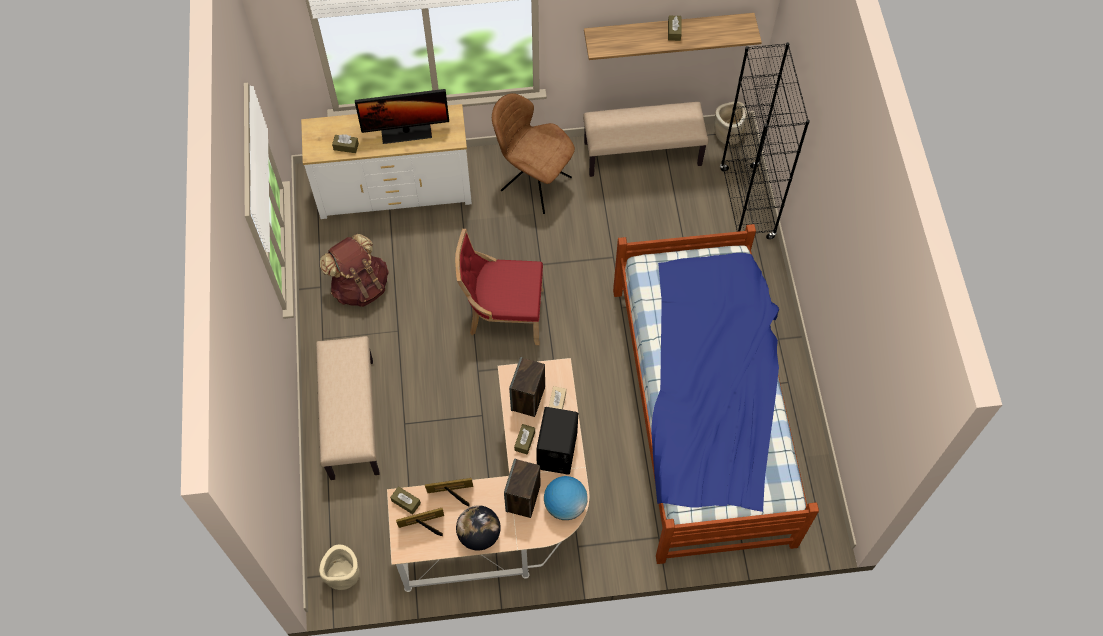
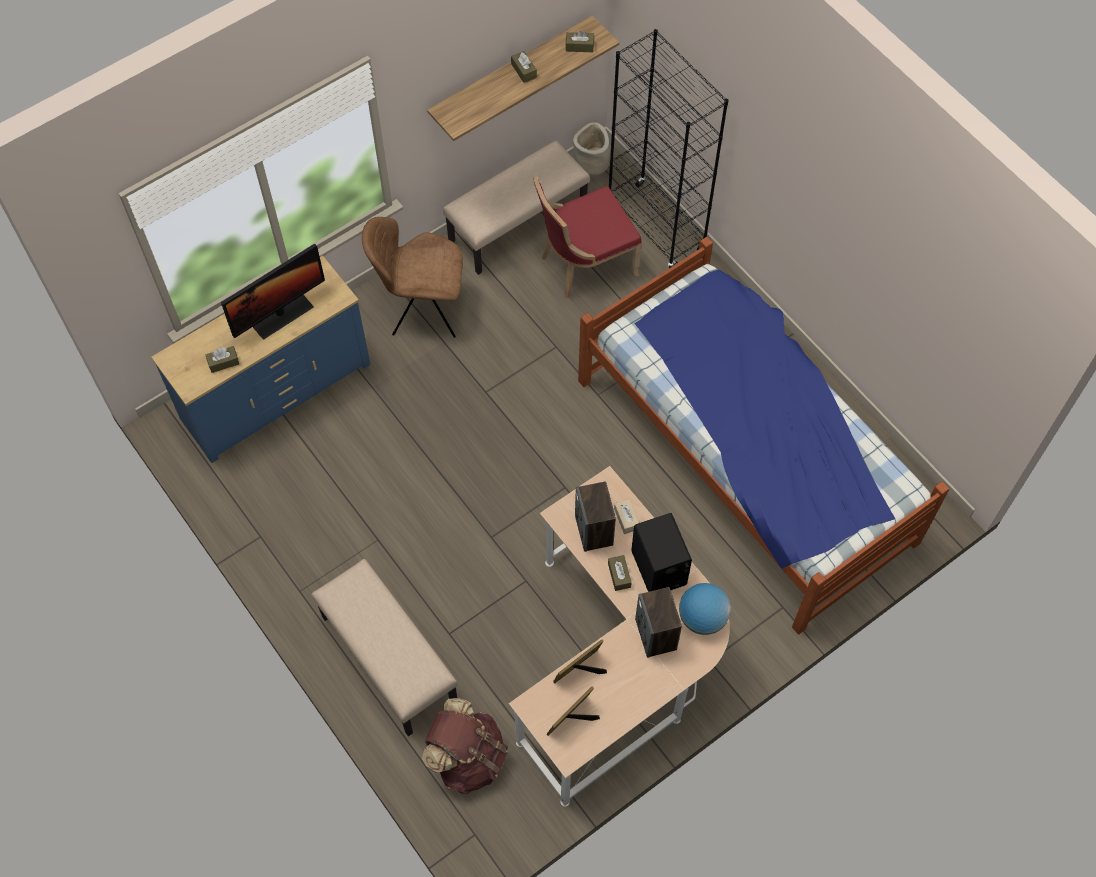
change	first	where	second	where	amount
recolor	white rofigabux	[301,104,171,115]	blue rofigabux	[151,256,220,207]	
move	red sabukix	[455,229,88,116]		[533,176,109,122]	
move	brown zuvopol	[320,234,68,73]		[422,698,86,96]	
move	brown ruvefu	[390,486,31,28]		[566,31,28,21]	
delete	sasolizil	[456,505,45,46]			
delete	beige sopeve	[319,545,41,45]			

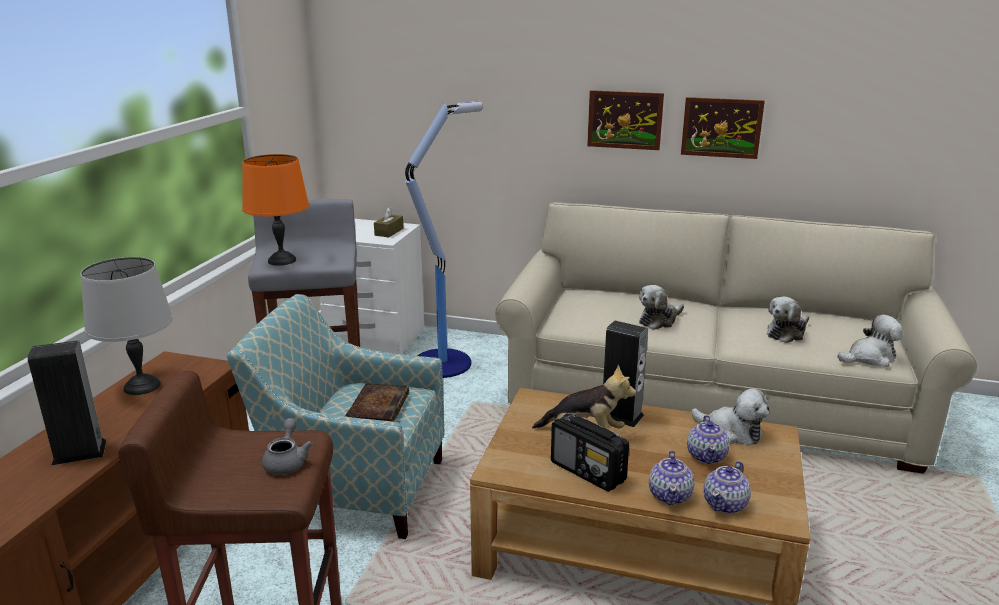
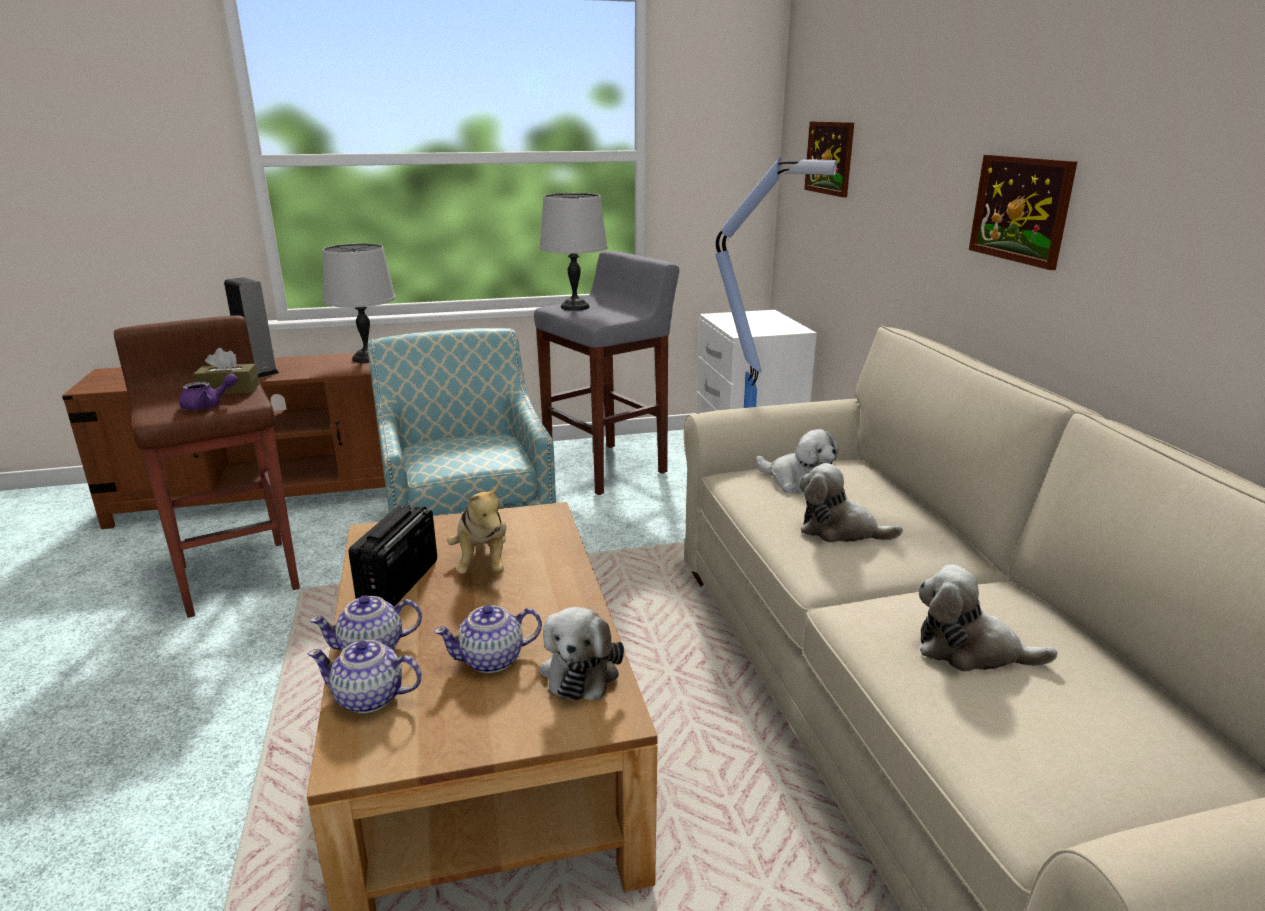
change	first	where	second	where	amount
move	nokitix	[681,97,84,62]		[804,121,50,77]	
recolor	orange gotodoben	[242,154,67,112]	grey gotodoben	[539,193,69,118]	
move	brown ruvefu	[374,207,30,30]		[193,348,66,46]	
move	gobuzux	[837,315,66,52]		[756,429,83,66]	
delete	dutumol	[603,321,45,106]			
delete	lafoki	[345,383,64,39]			
recolor	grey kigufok	[262,418,51,57]	purple kigufok	[179,373,59,37]	

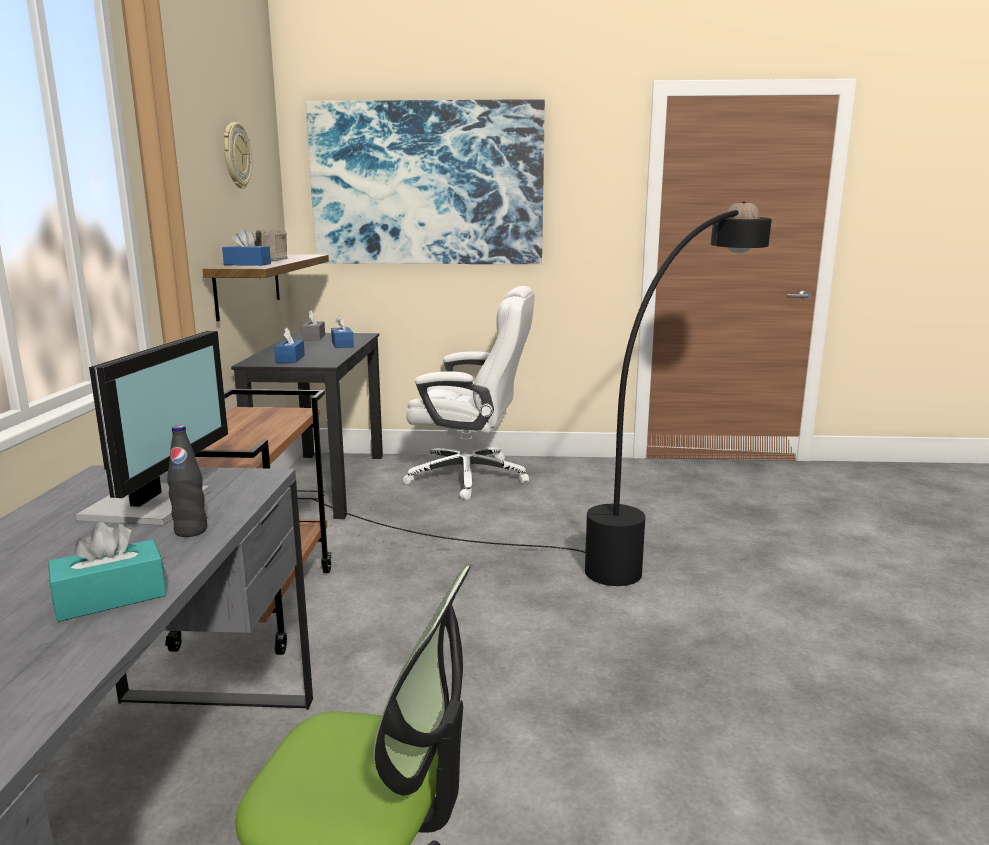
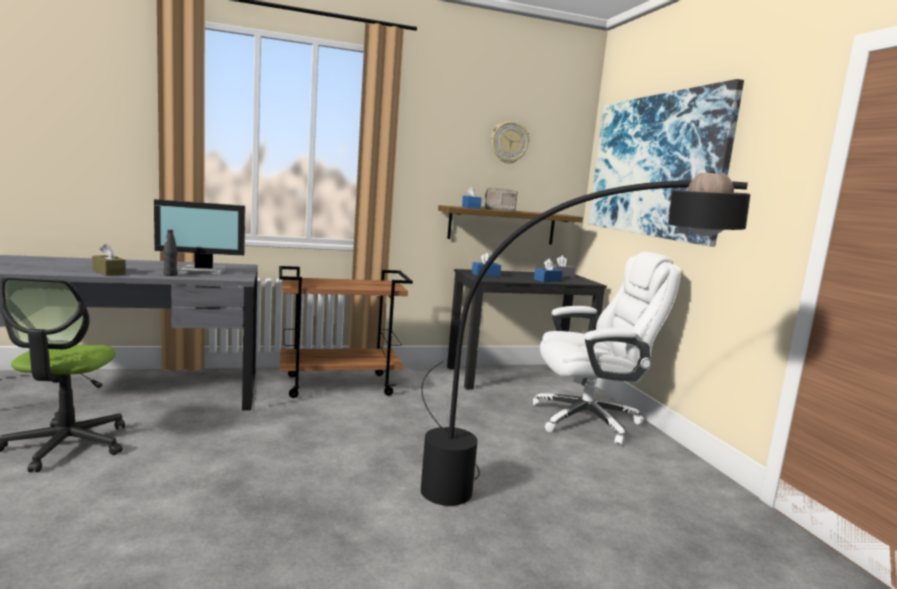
change	first	where	second	where	amount
rotate	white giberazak	[403,286,132,214]		[533,252,148,193]	90 degrees counterclockwise
recolor	turquoise ruvefu	[48,522,119,100]	brown ruvefu	[92,243,34,33]	

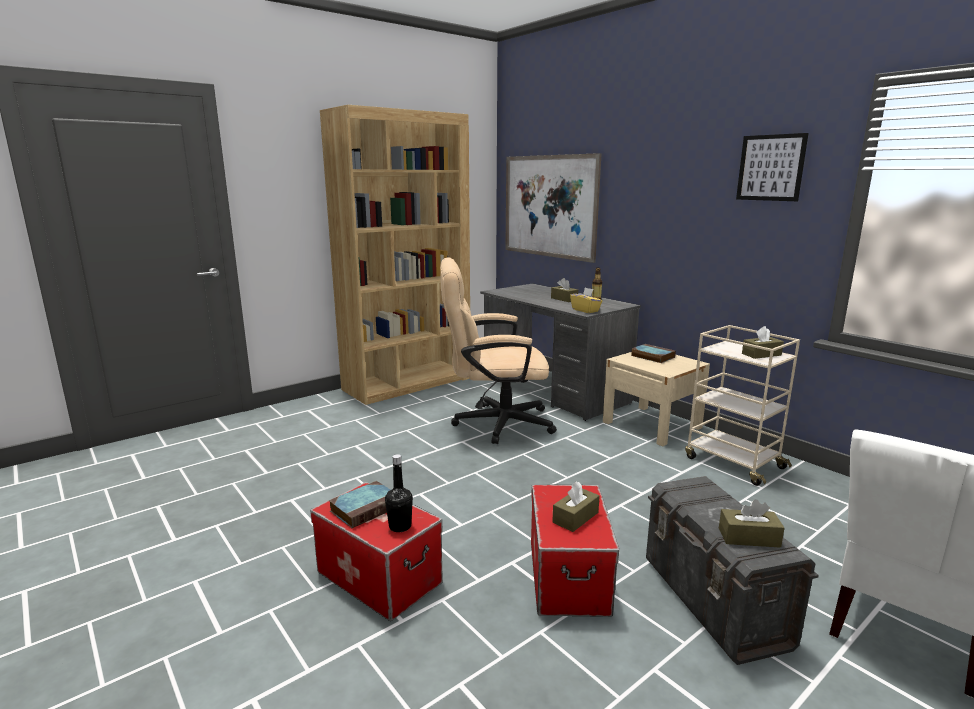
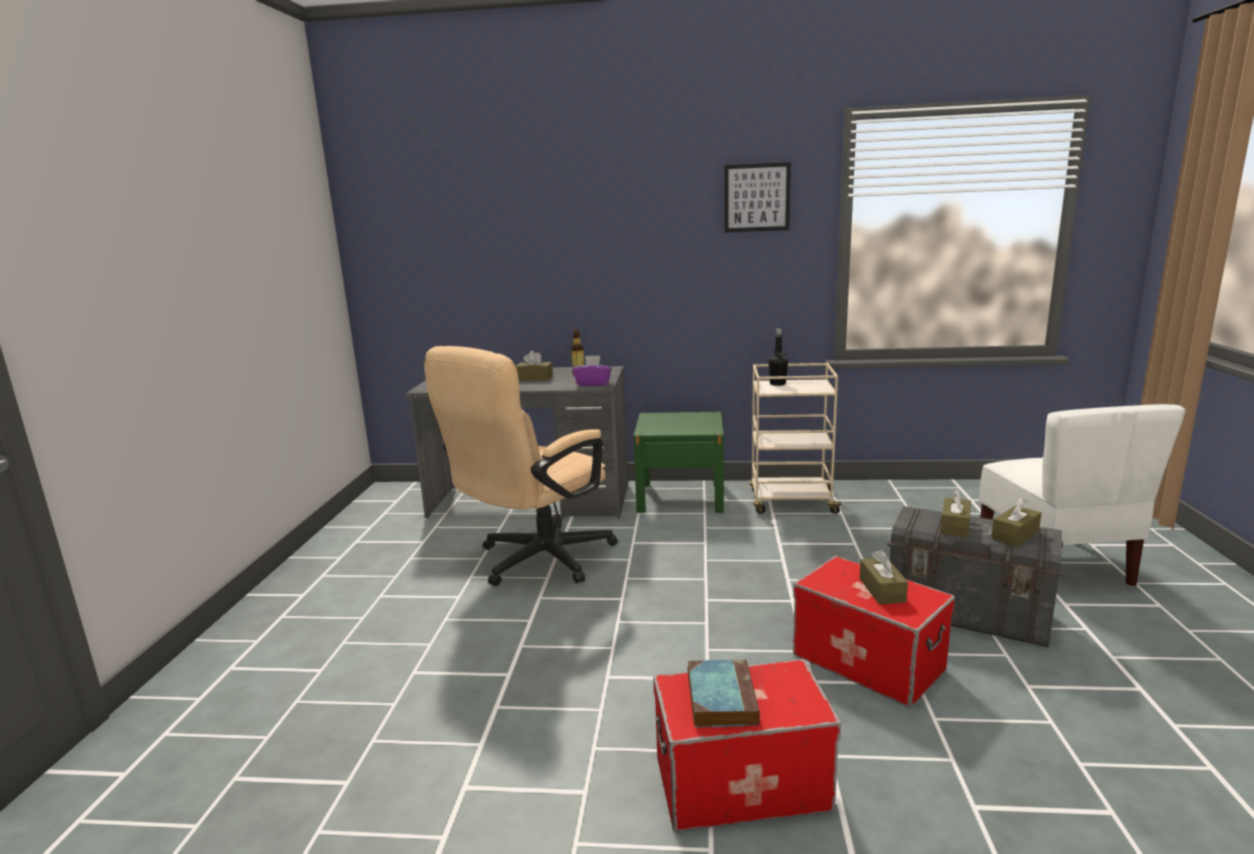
change	first	where	second	where	amount
delete	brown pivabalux	[320,105,150,300]			
delete	nokitix	[505,153,97,110]			
recolor	yellow ruvefu	[570,288,33,25]	purple ruvefu	[573,355,39,31]	
move	brown ruvefu	[742,326,42,33]		[940,488,31,49]	
delete	lafoki	[631,344,45,19]			
recolor	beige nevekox	[603,352,107,94]	green nevekox	[633,412,91,101]	
move	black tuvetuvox	[385,454,28,78]		[768,329,20,57]	

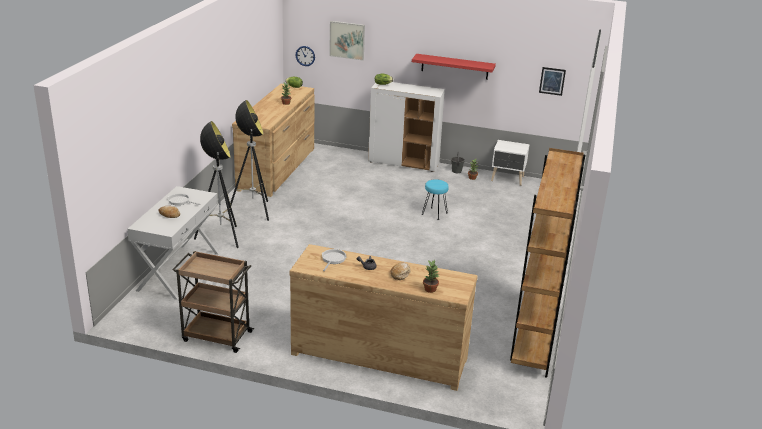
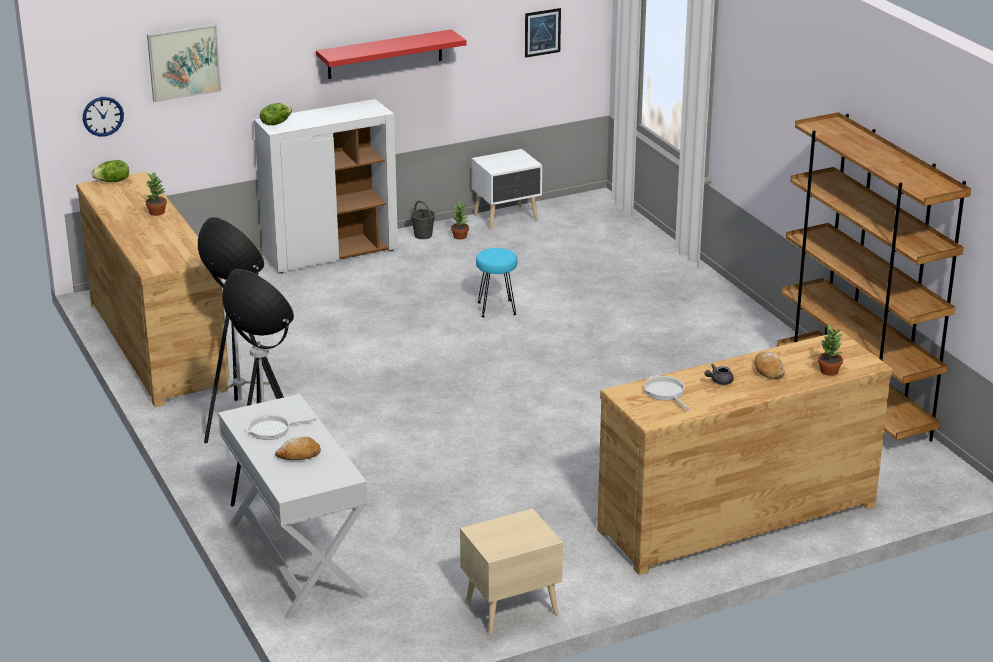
change	first	where	second	where	amount
replace	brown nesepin	[172,251,82,102]	beige nevekox	[460,509,103,125]	

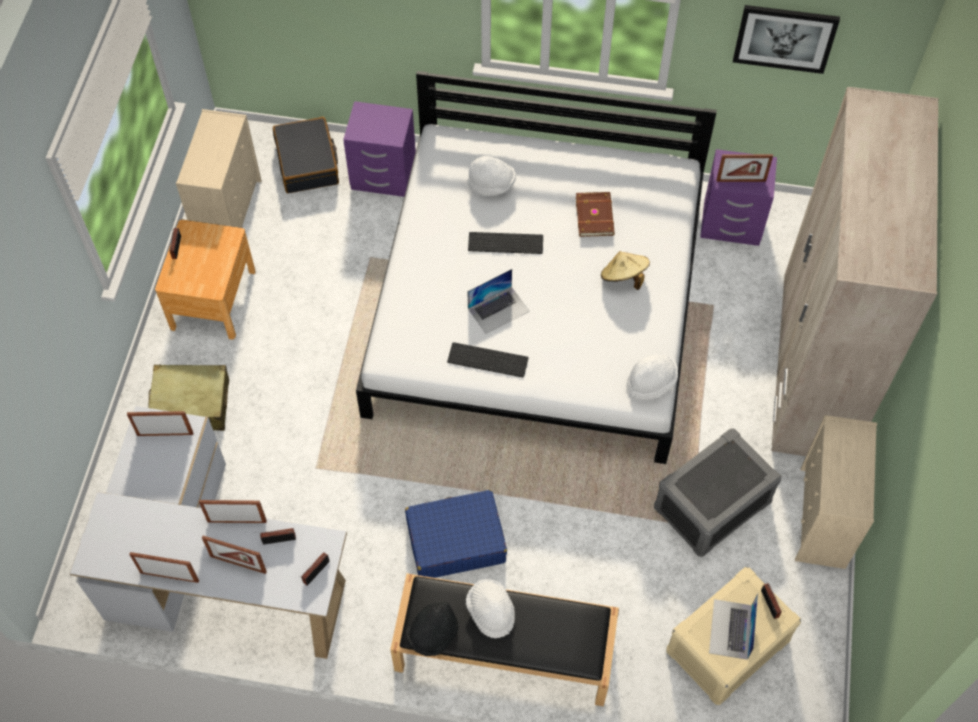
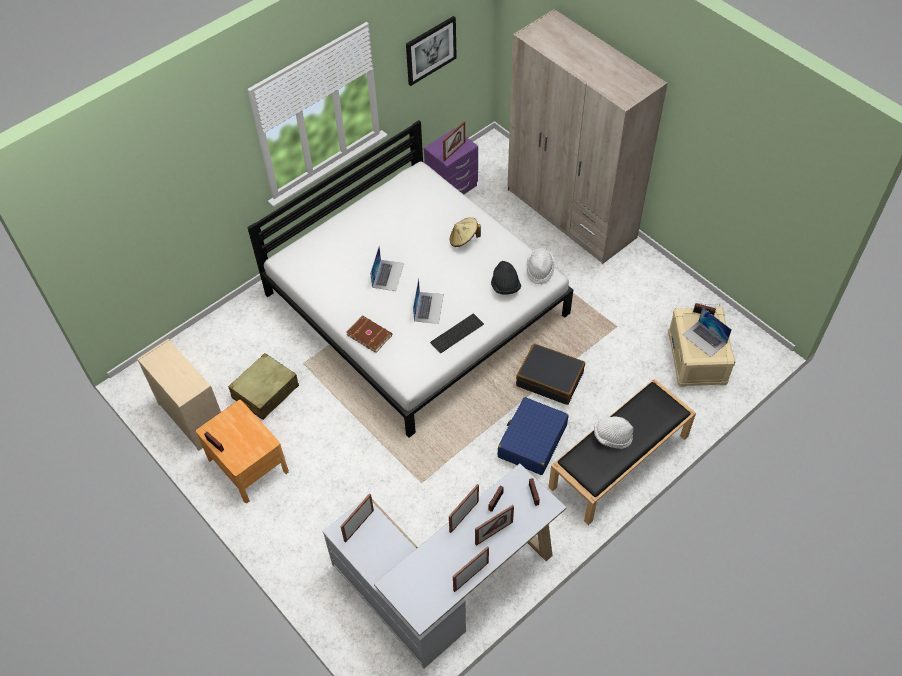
change	first	where	second	where	amount
delete	purple nevekox	[343,101,73,96]			
move	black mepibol	[273,117,66,76]		[516,344,69,61]	
delete	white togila	[467,156,49,40]			
move	brown lafoki	[576,192,39,45]		[347,315,45,38]	
replace	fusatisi	[468,232,75,22]	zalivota	[370,247,34,44]	
move	beige mepibol	[148,364,81,67]		[228,353,71,67]	
delete	beige rofigabux	[795,415,82,154]			
delete	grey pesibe	[654,428,127,129]			
move	black togila	[406,602,52,54]		[491,261,30,34]	

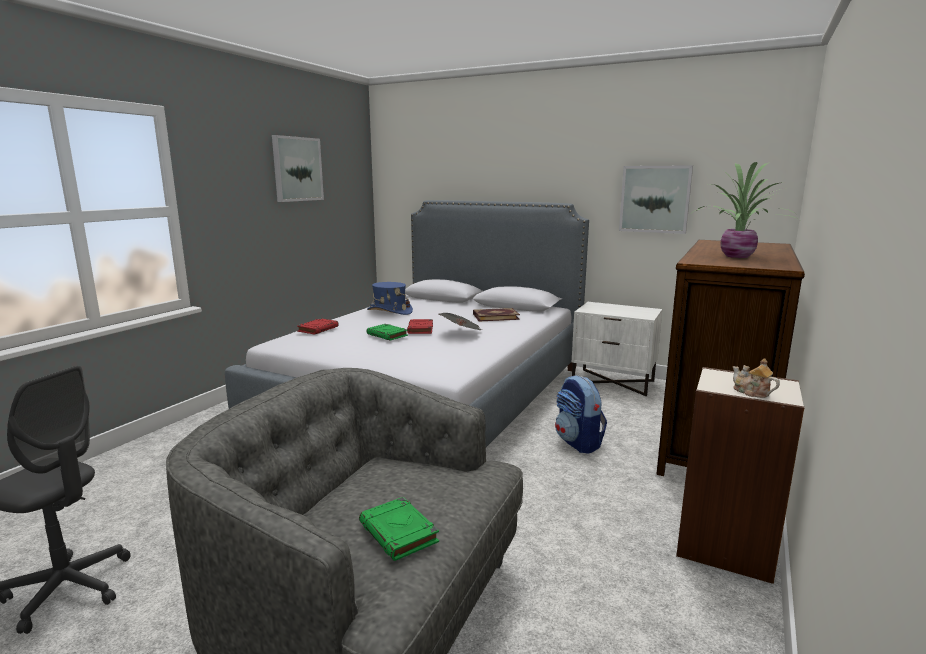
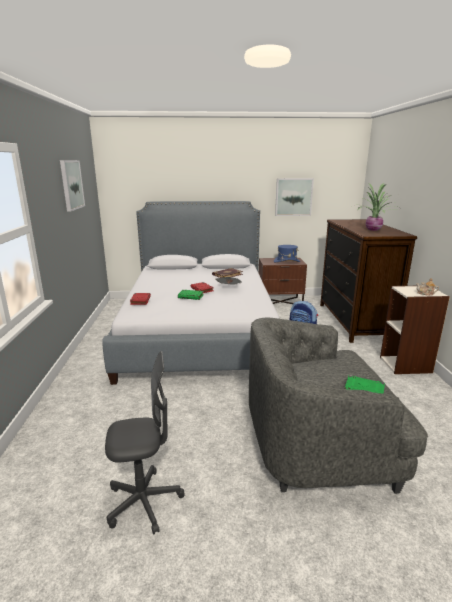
change	first	where	second	where	amount
move	blue togila	[367,282,46,33]		[274,245,27,17]	
recolor	white nevekox	[572,302,90,94]	brown nevekox	[259,258,48,46]	

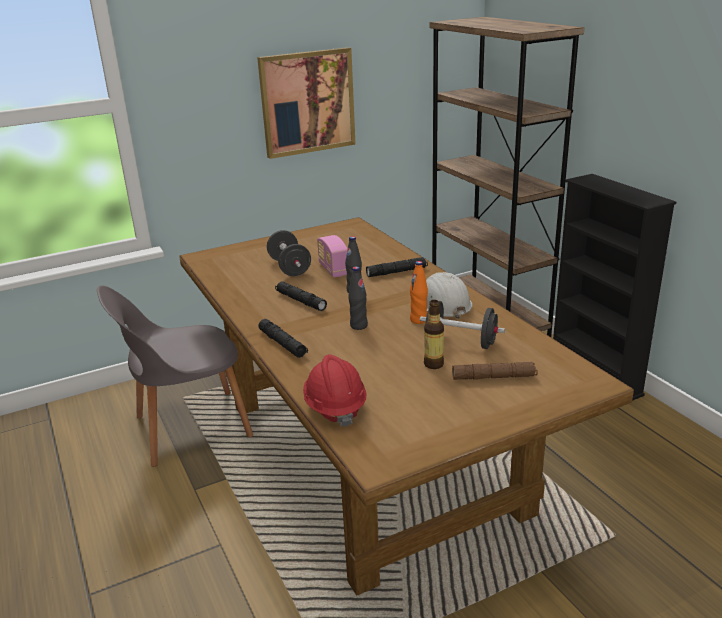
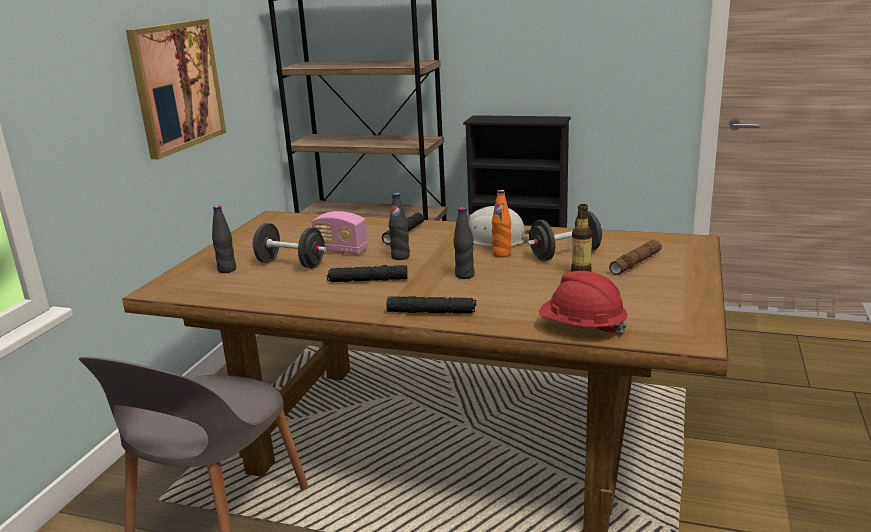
change	first	where	second	where	amount
insert			black tuvetuvox	[212,205,24,68]	

